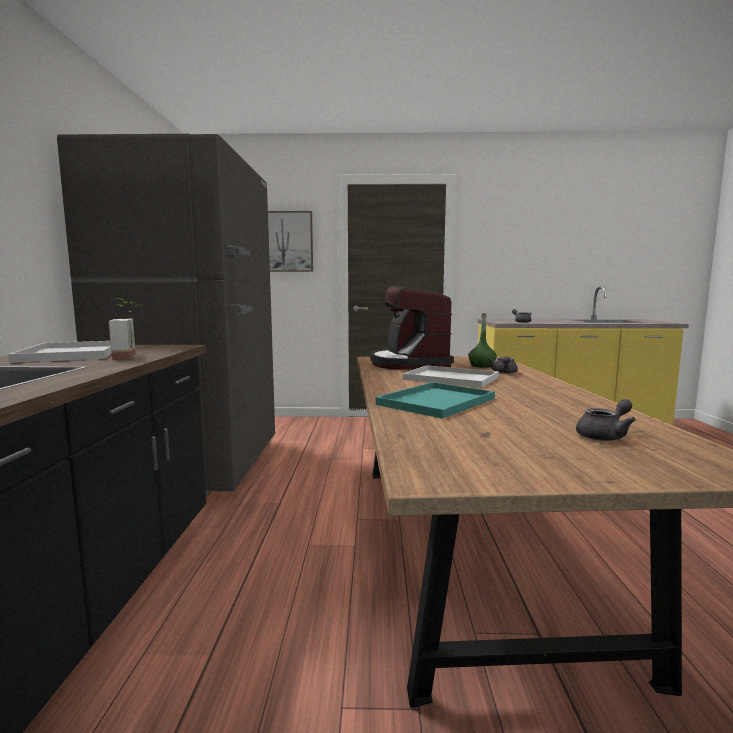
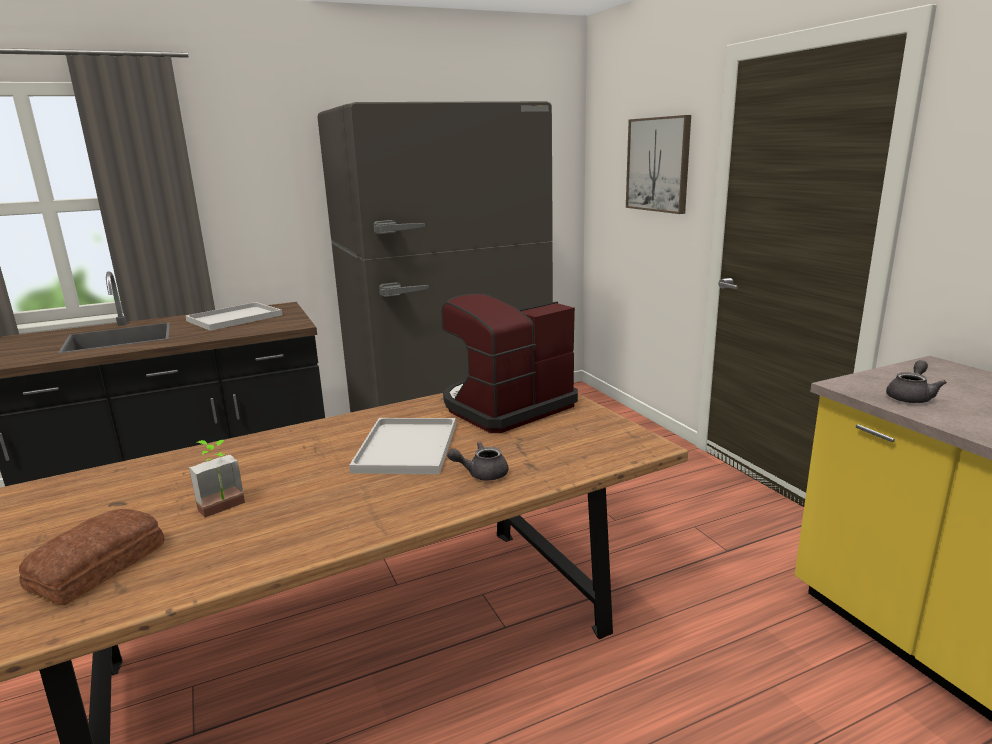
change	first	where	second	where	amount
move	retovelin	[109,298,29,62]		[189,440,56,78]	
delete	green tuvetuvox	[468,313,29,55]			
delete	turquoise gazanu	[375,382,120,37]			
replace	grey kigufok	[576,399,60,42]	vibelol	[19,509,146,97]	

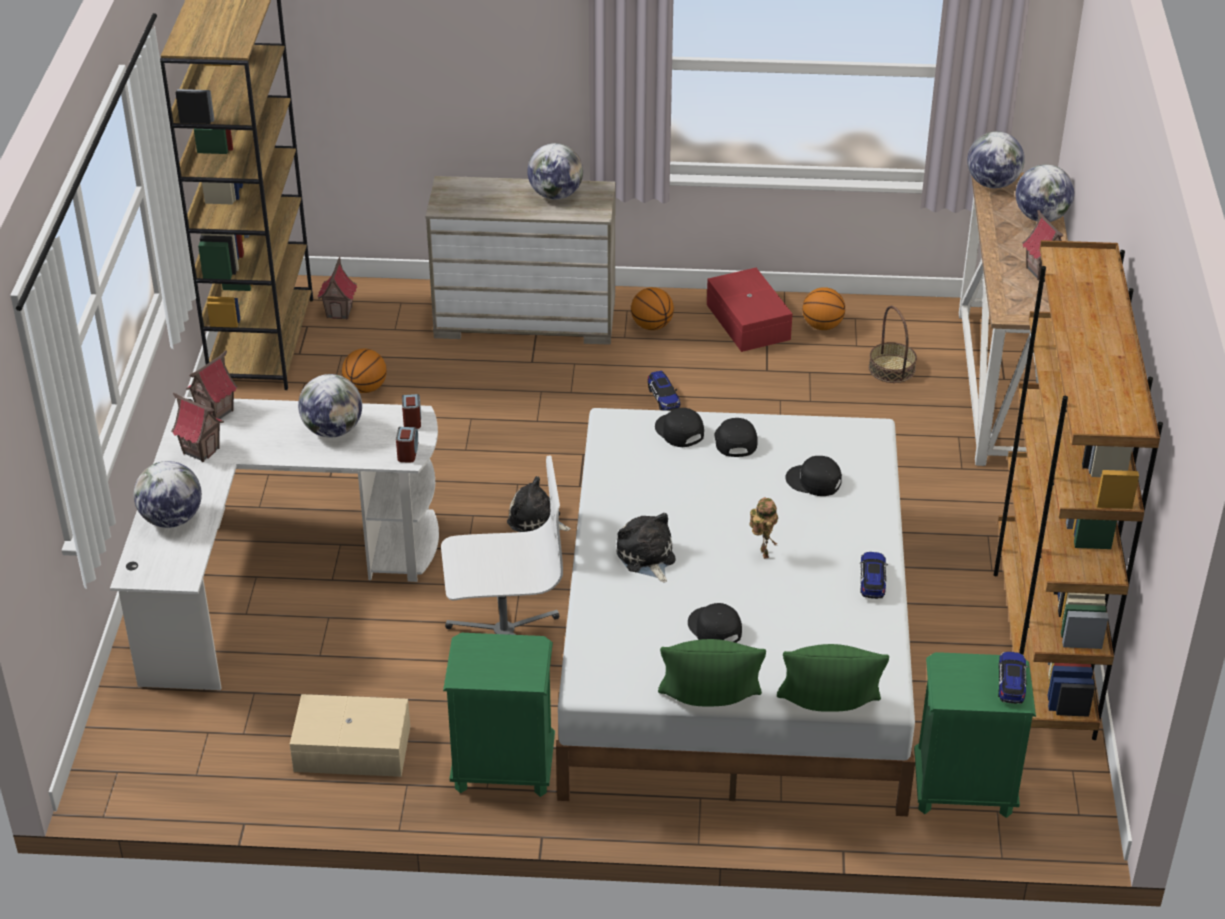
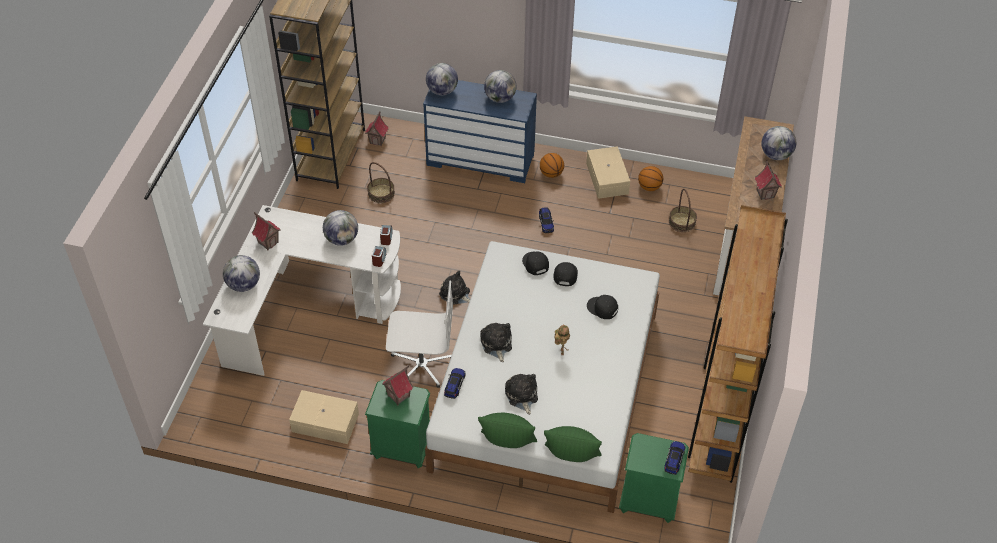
change	first	where	second	where	amount
move	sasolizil	[967,131,58,57]		[426,63,32,32]	
recolor	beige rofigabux	[426,176,189,169]	blue rofigabux	[423,80,114,103]	
recolor	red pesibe	[707,268,85,84]	beige pesibe	[586,146,44,53]	
replace	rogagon	[342,349,45,44]	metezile	[368,162,27,41]	
move	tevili	[186,350,52,69]		[382,365,31,40]	
move	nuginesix	[860,552,28,47]		[444,368,21,31]	
replace	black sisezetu	[688,603,54,40]	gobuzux	[505,374,33,41]	

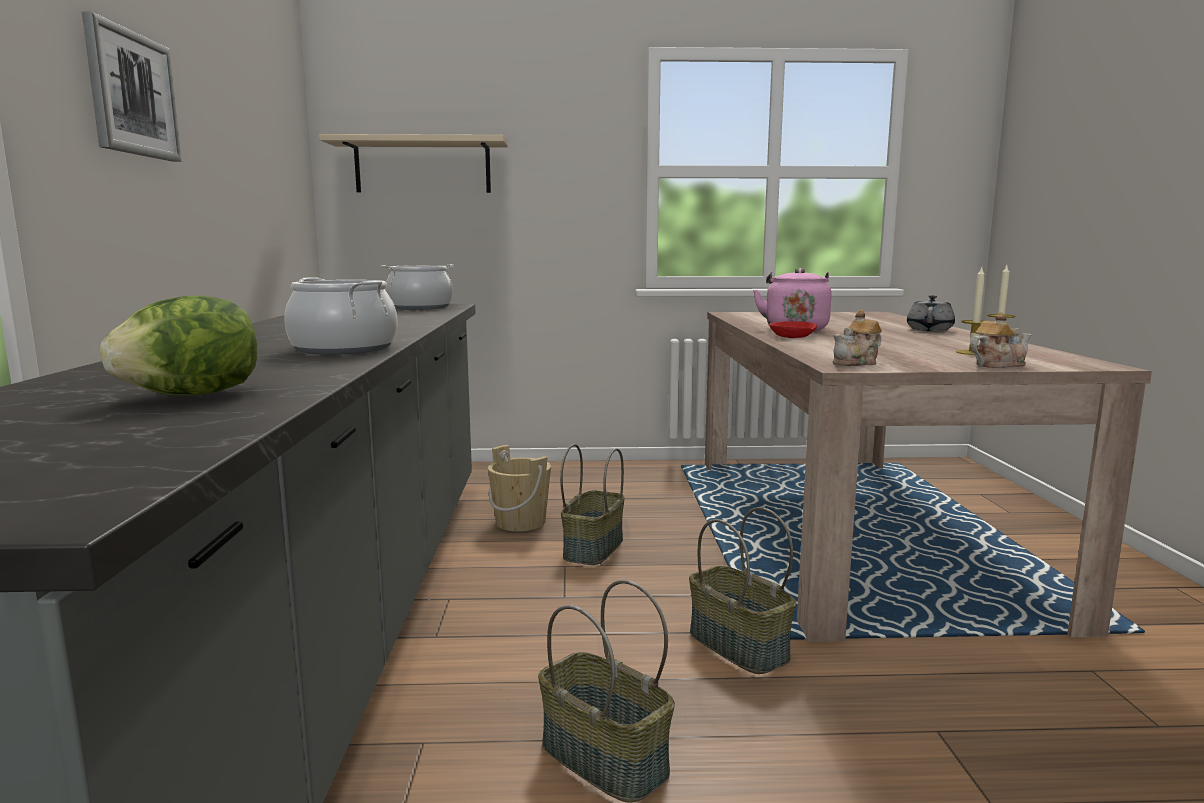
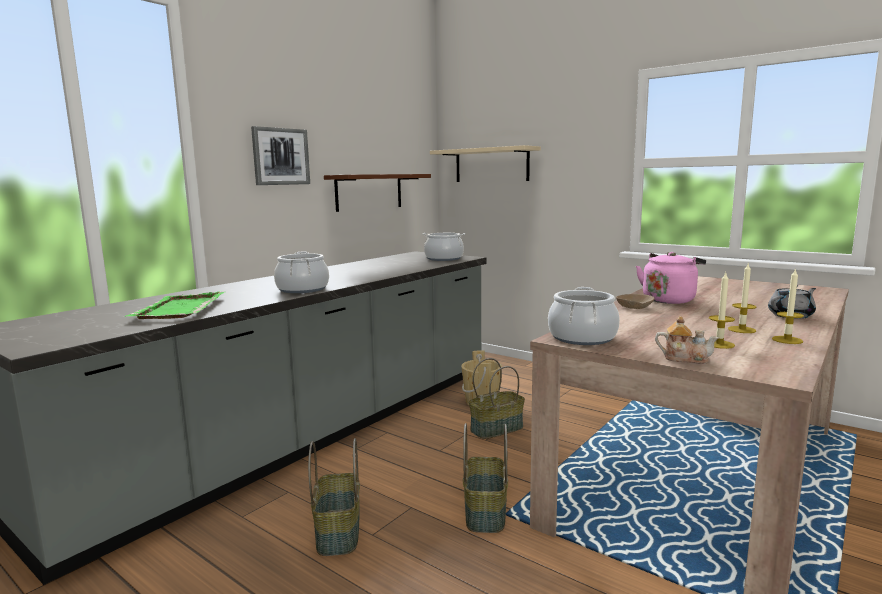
change	first	where	second	where	amount
replace	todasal	[100,295,157,100]	green gazanu	[124,291,102,28]	
replace	kigufok	[833,310,49,56]	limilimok	[548,287,72,58]	
recolor	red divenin	[769,321,48,17]	beige divenin	[616,294,39,15]	
insert			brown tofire	[324,174,107,38]	
insert			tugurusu	[728,264,28,69]	

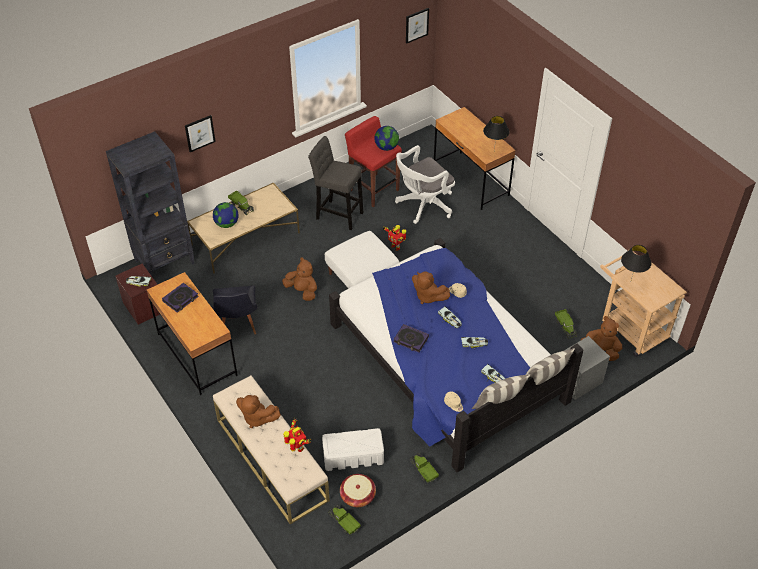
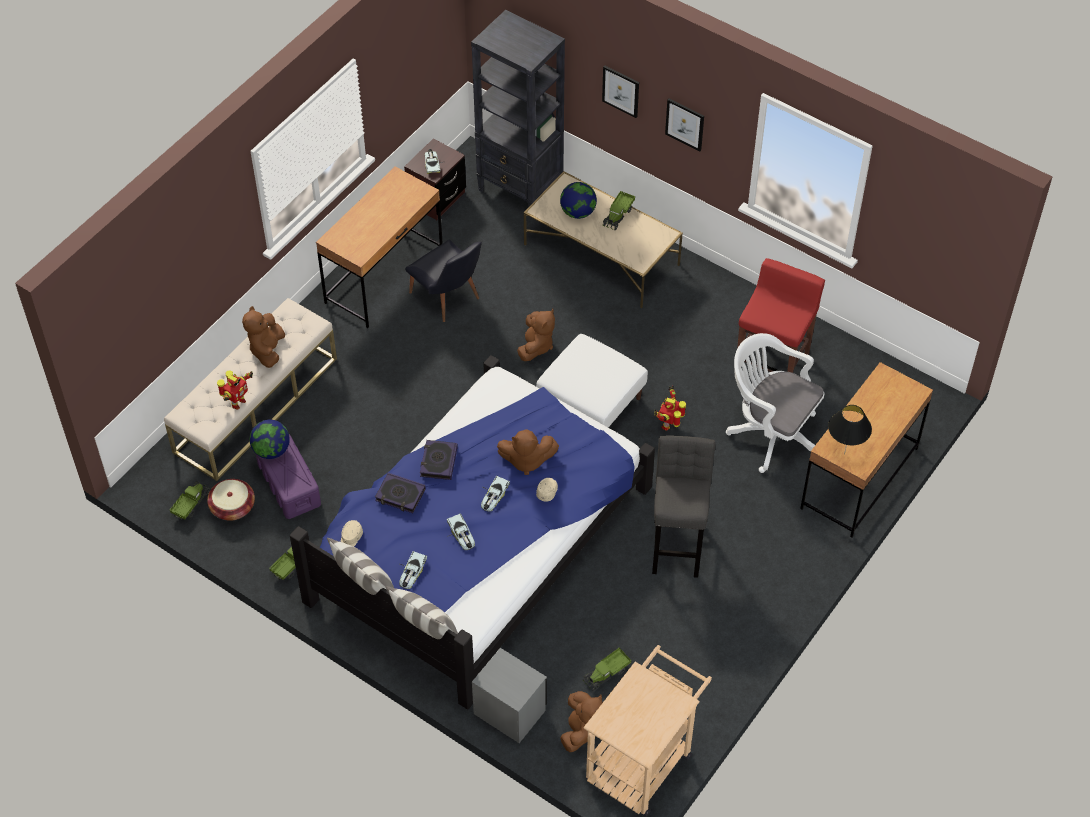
change	first	where	second	where	amount
move	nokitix	[406,8,23,36]		[665,99,39,53]	
move	sasolizil	[374,126,25,25]		[250,419,40,40]	
move	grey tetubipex	[308,136,55,94]		[652,435,64,143]	
delete	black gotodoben	[621,245,30,35]			
rotate	brown gobuzux	[412,271,38,33]		[497,429,62,46]	105 degrees counterclockwise
move	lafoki	[162,283,37,29]		[375,473,51,40]	
rotate	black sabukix	[212,285,45,49]		[405,239,77,83]	105 degrees counterclockwise
recolor	white pesibe	[322,428,62,43]	purple pesibe	[256,434,65,85]	

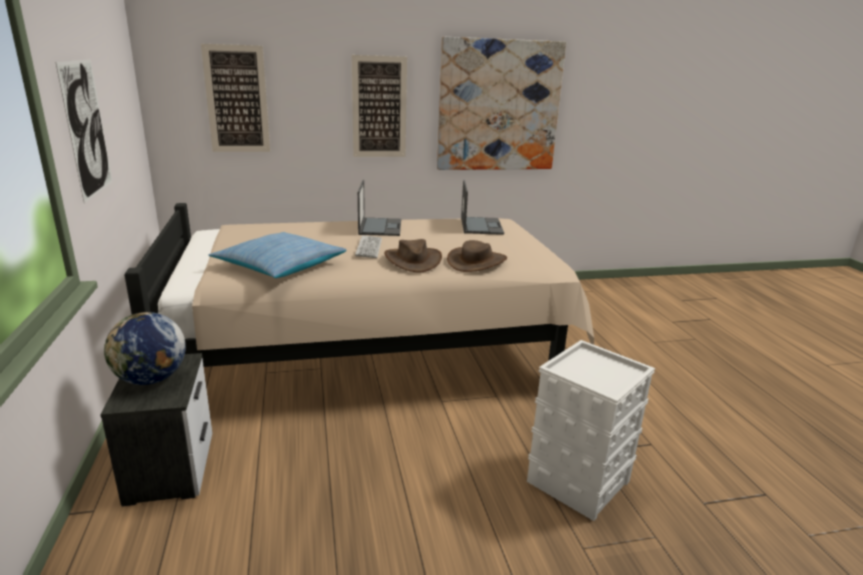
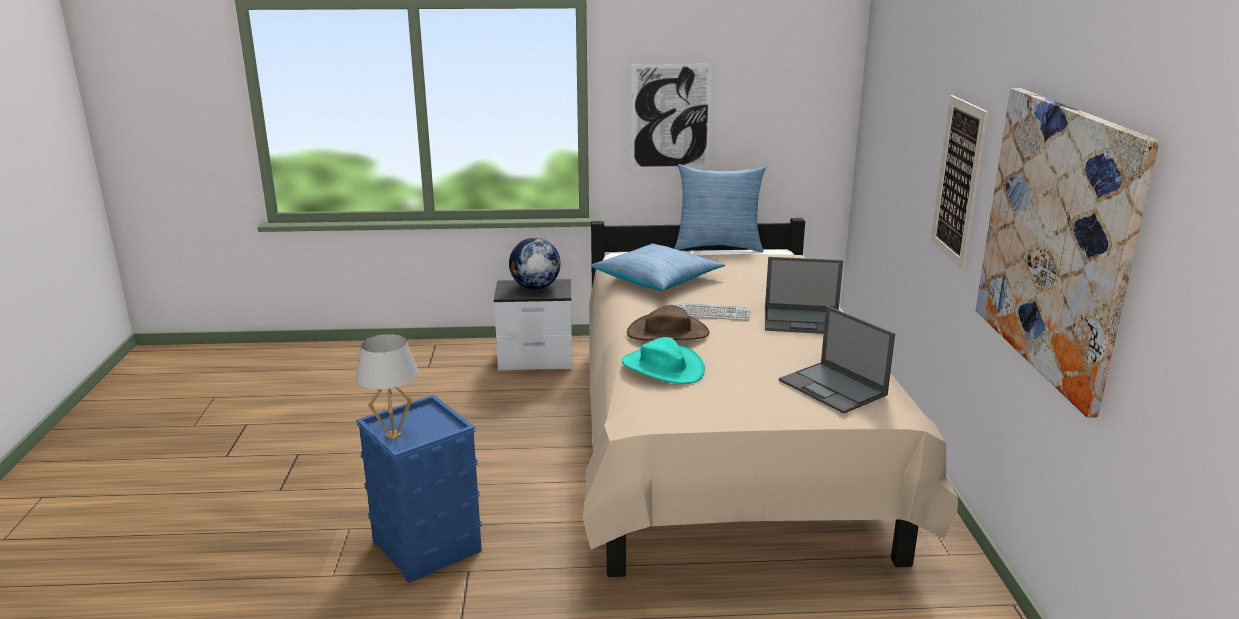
change	first	where	second	where	amount
delete	nokitix	[201,44,69,108]			
rotate	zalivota	[461,180,43,55]		[779,306,116,108]	45 degrees clockwise
recolor	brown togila	[447,240,60,32]	turquoise togila	[621,337,84,47]	
recolor	white pesibe	[527,340,128,181]	blue pesibe	[356,395,126,188]	
insert			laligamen	[674,164,92,88]	
insert			white gotodoben	[355,334,64,105]	

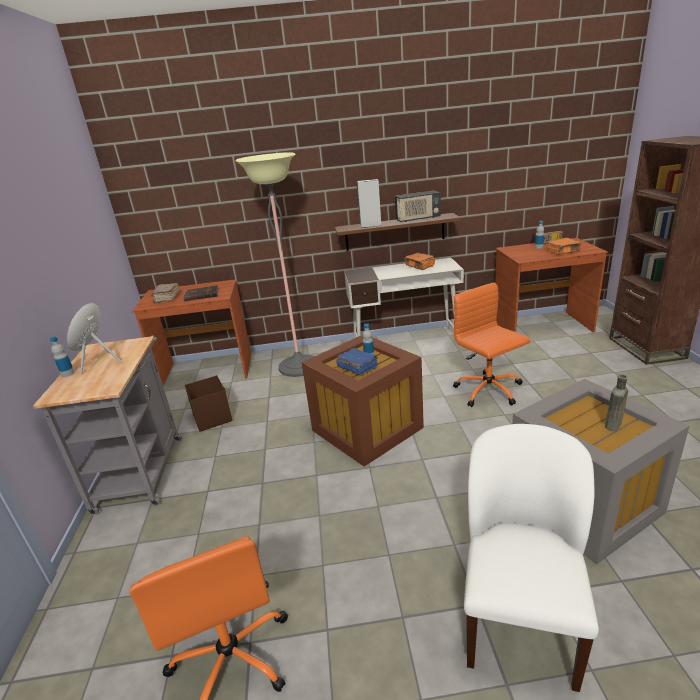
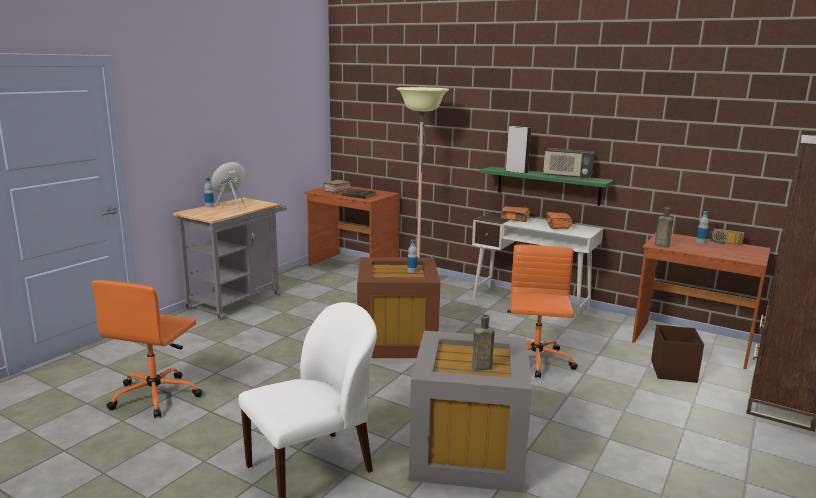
change	first	where	second	where	amount
recolor	brown tofire	[335,213,126,38]	green tofire	[481,166,132,40]	
move	orange lafoki	[546,238,35,17]		[501,206,29,16]	
delete	blue lafoki	[336,348,42,28]			
move	brown pesibe	[185,375,47,57]		[651,325,53,58]	
insert			brown tuvetuvox	[654,207,19,41]	

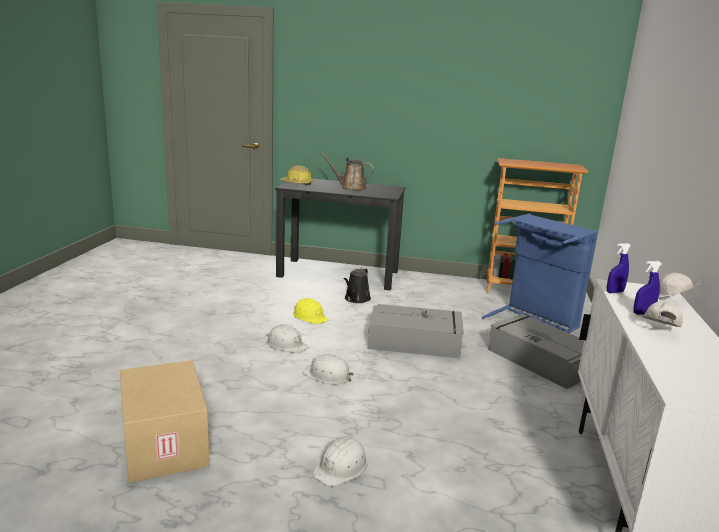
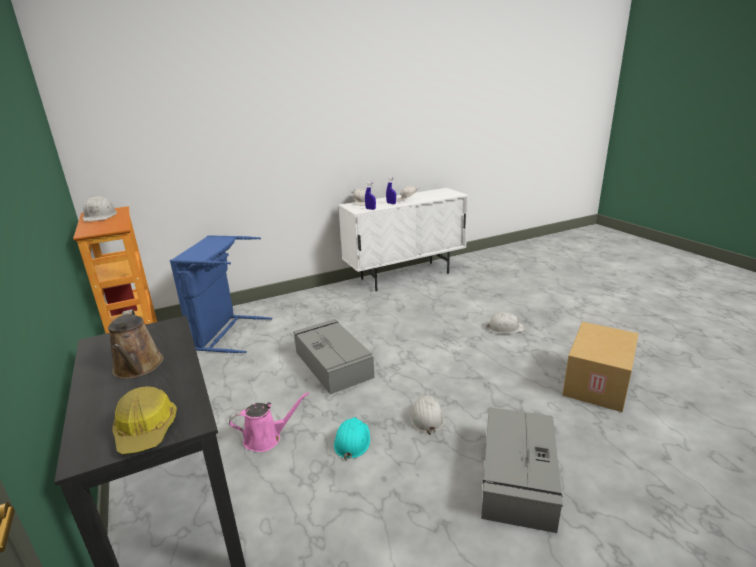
change	first	where	second	where	amount
recolor	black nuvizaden	[344,268,27,35]	pink nuvizaden	[229,392,80,60]	
recolor	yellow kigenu	[293,298,35,26]	turquoise kigenu	[334,417,36,44]	
move	grey pesibe	[488,314,96,75]		[481,407,82,126]	
move	white kigenu	[303,354,51,31]		[83,196,34,26]	

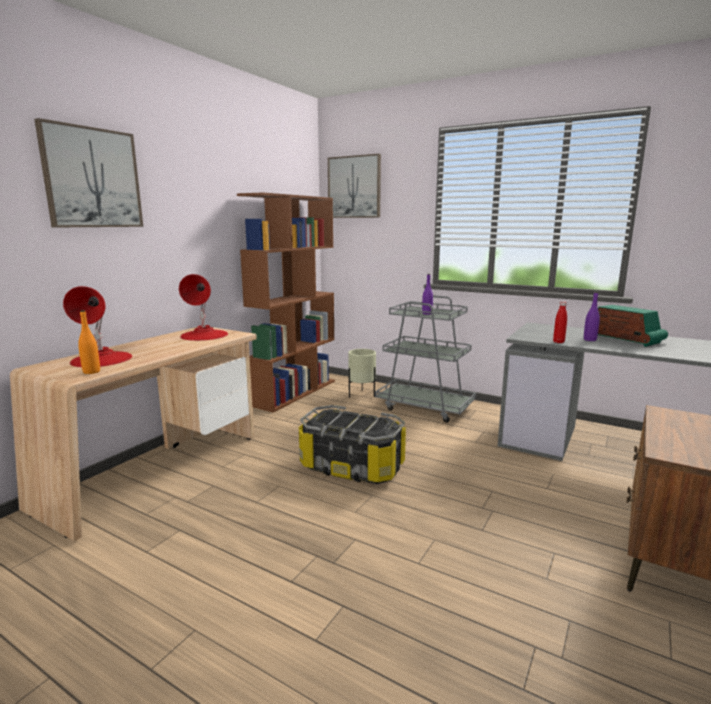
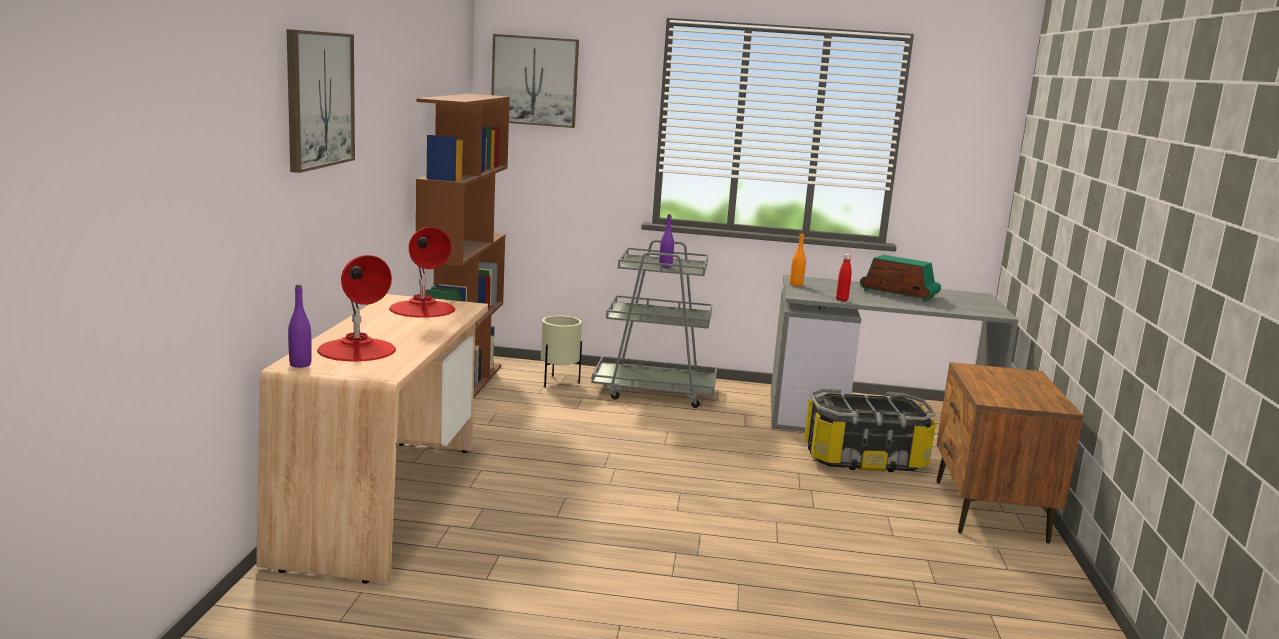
change	first	where	second	where	amount
move	purple tuvetuvox	[584,292,16,49]		[288,285,24,83]	
move	orange tuvetuvox	[78,310,22,64]		[790,232,16,54]	
move	pesibe	[299,405,107,79]		[804,389,132,83]	

